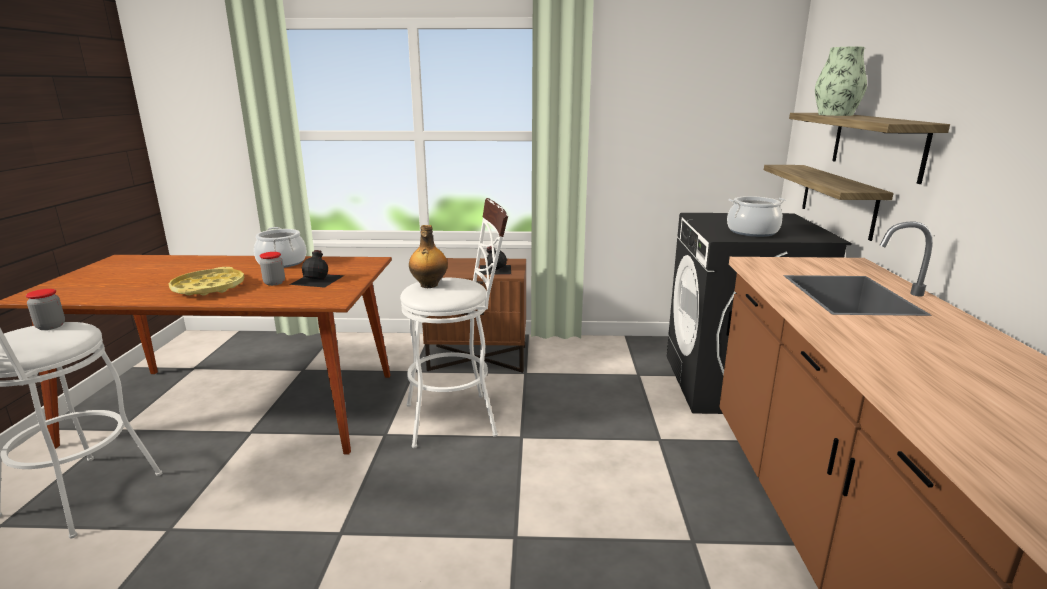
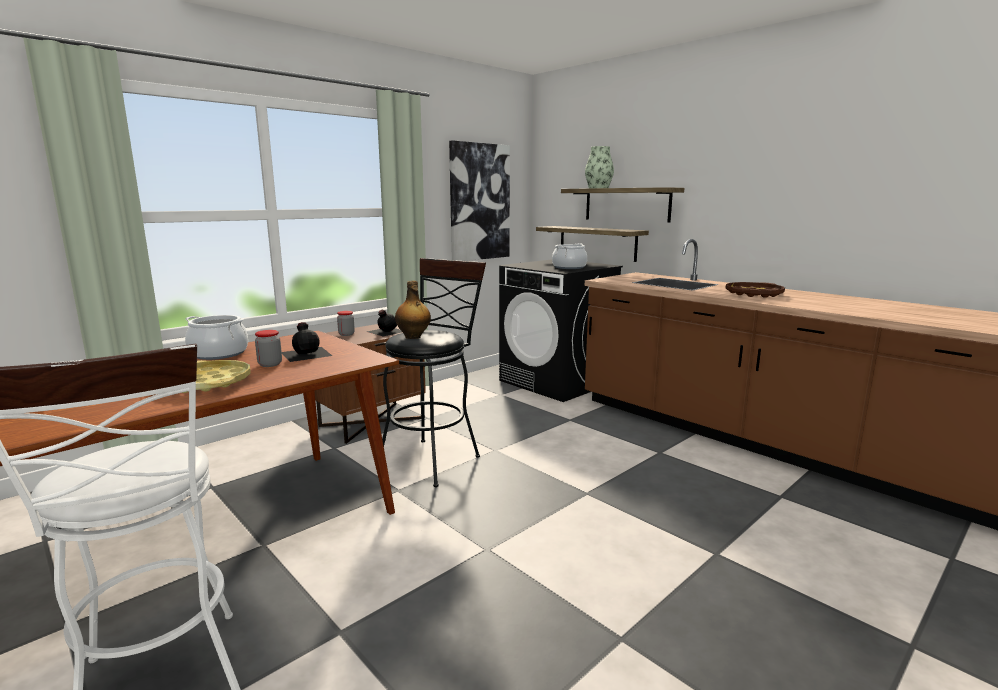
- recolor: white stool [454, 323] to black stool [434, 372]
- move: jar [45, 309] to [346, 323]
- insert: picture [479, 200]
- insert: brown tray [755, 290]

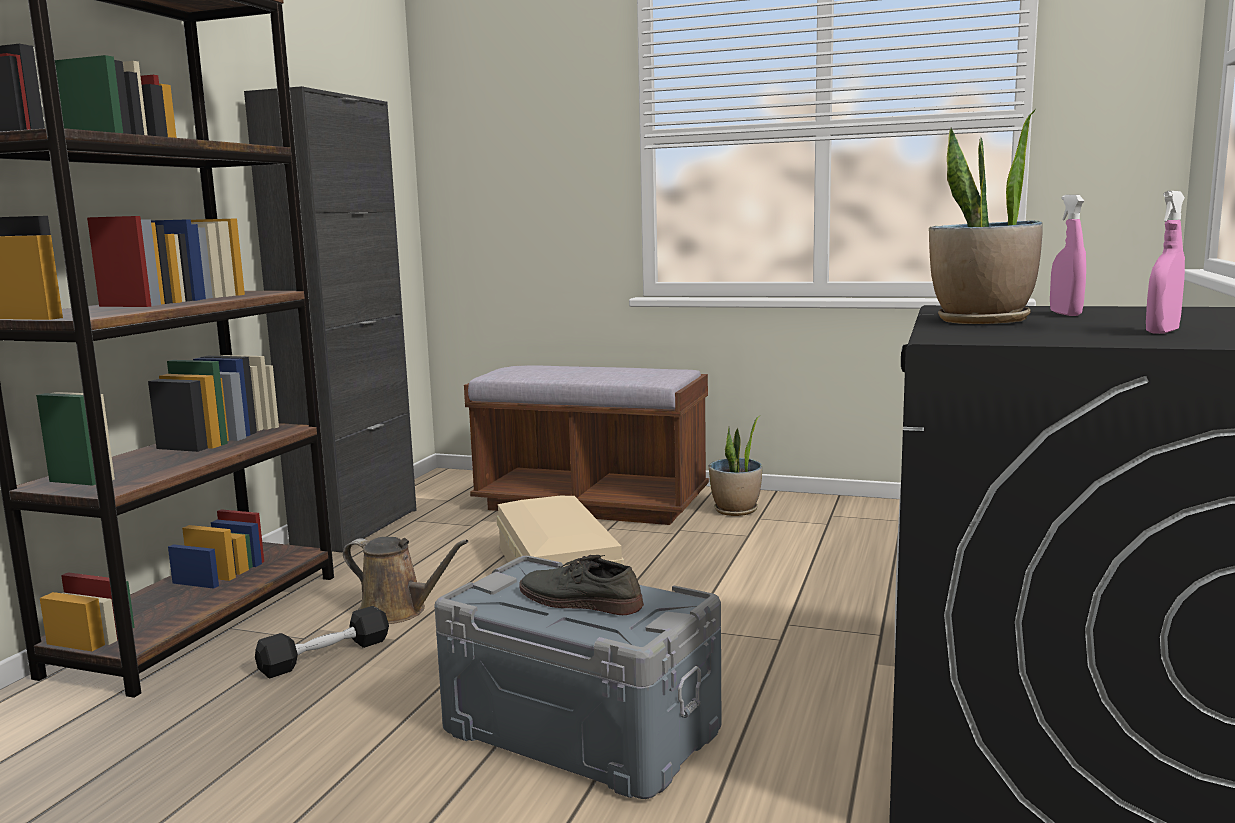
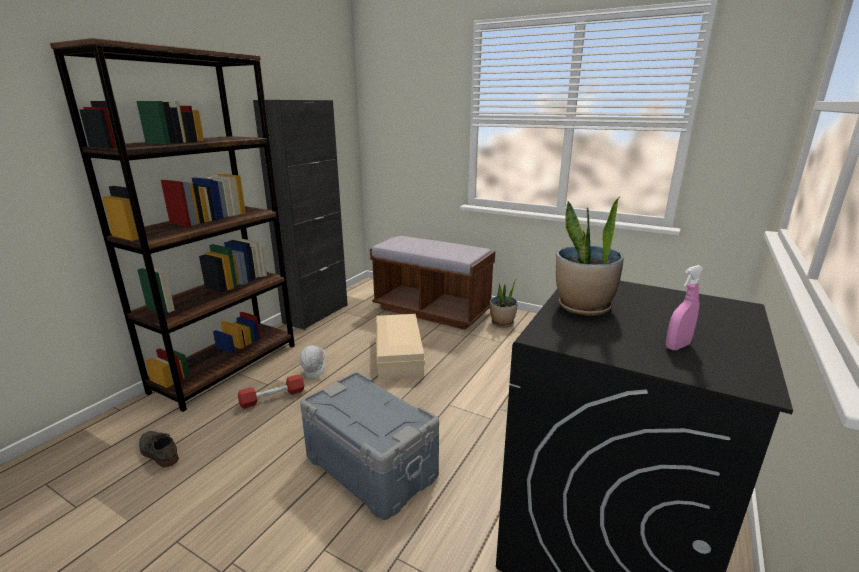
- delete: pink spray bottle [1068, 255]
- replace: brown watering can [406, 580] to white hard hat [313, 361]
- move: grey shoe [581, 585] to [159, 449]
- recolor: black dumbbell [322, 642] to red dumbbell [271, 391]

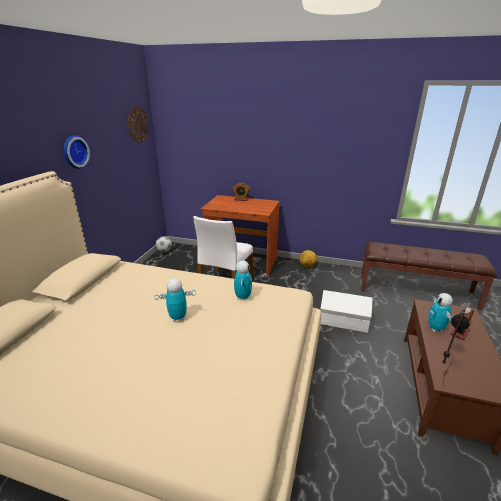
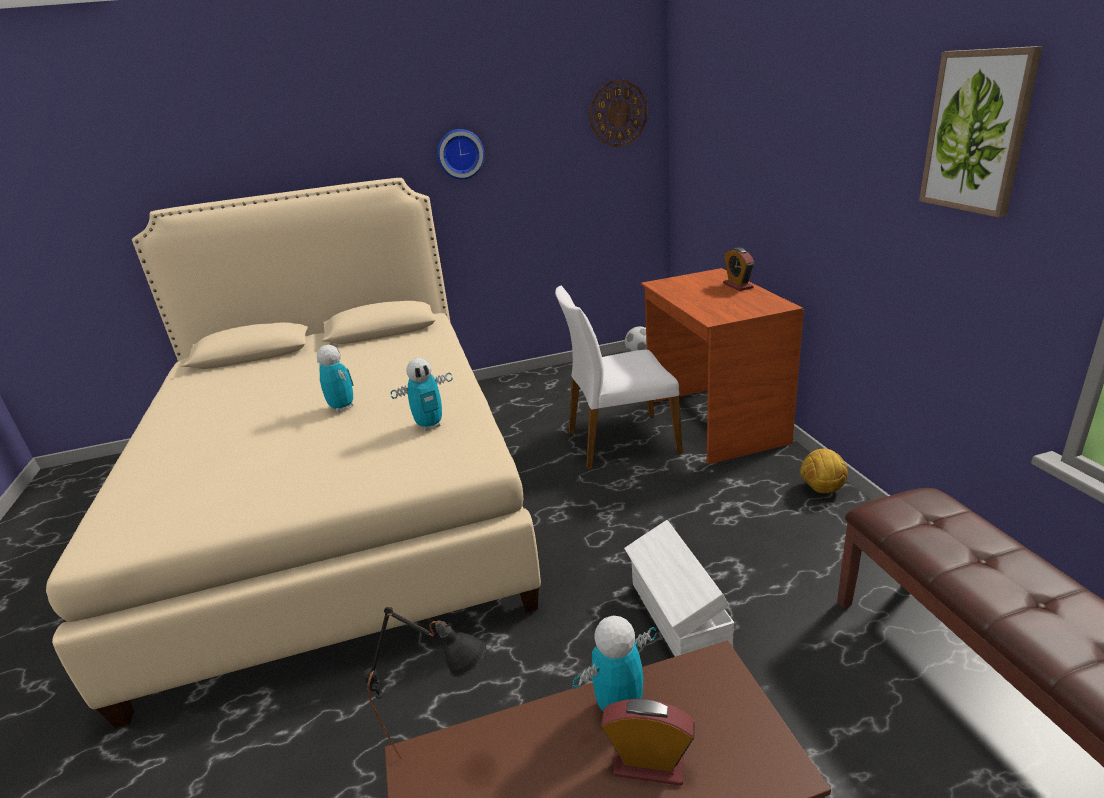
- insert: picture [981, 131]

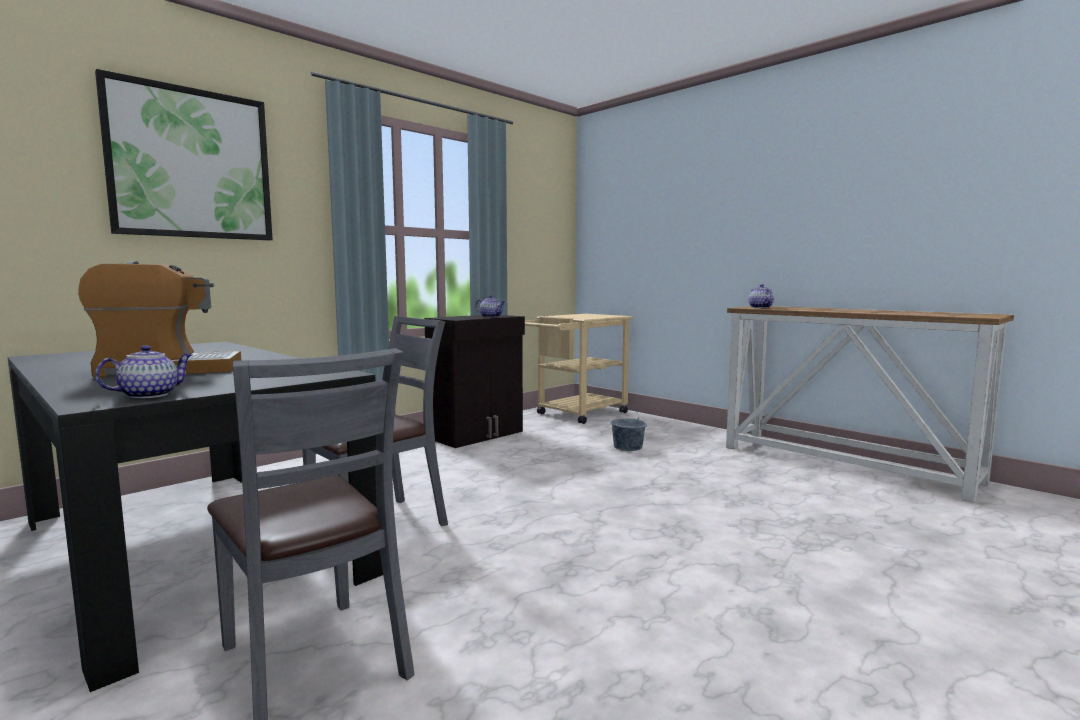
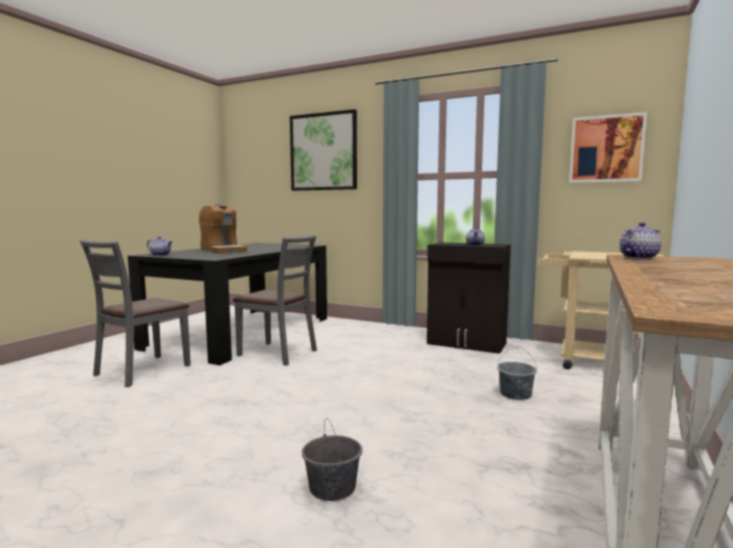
- insert: picture [608, 147]
- insert: grey bucket [332, 459]

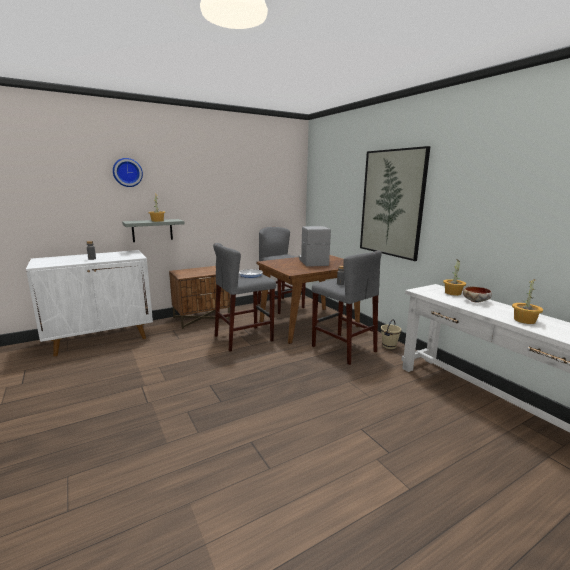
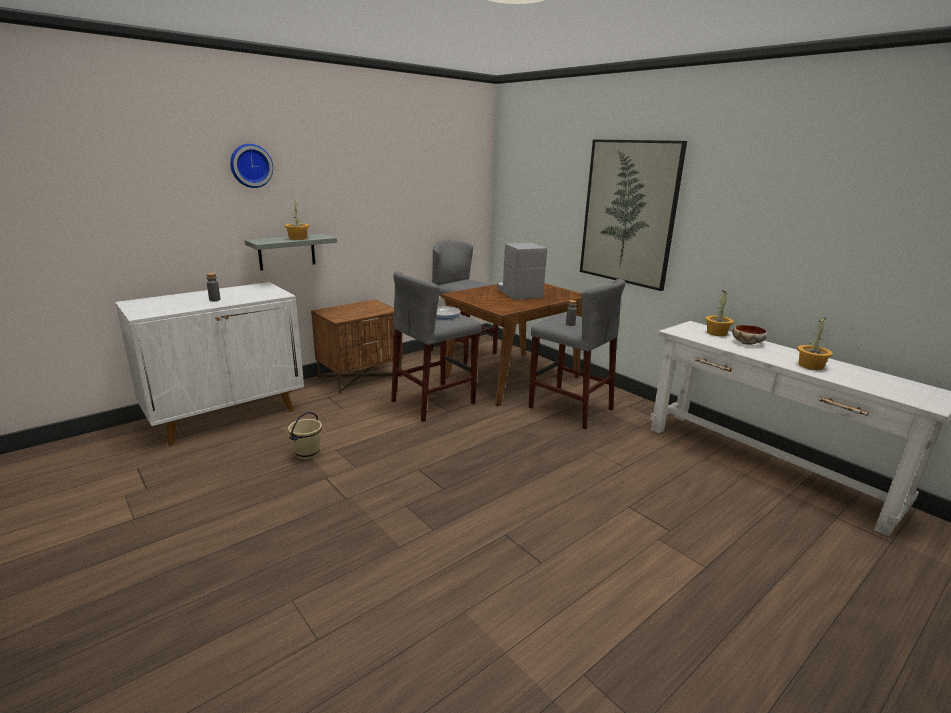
- move: beige bucket [391, 334] to [305, 436]

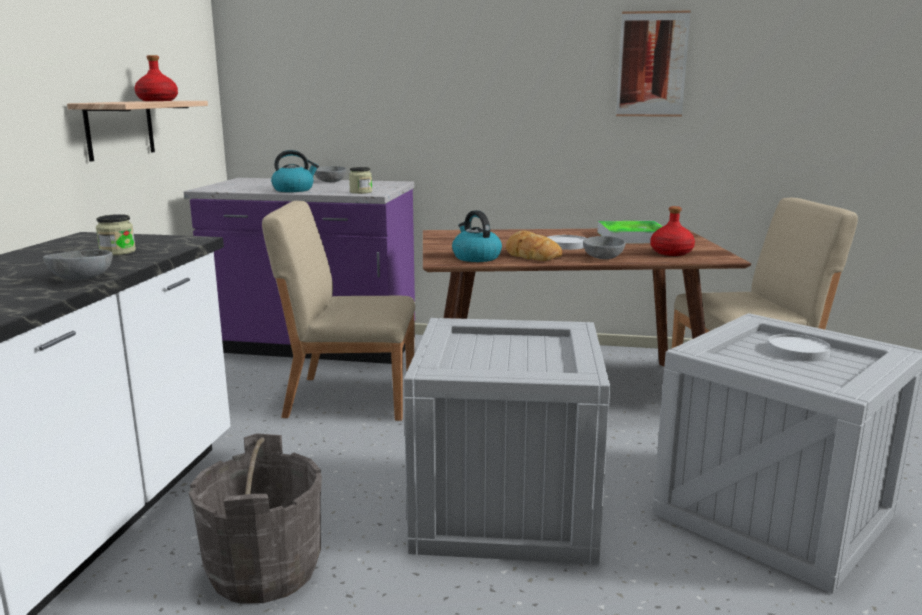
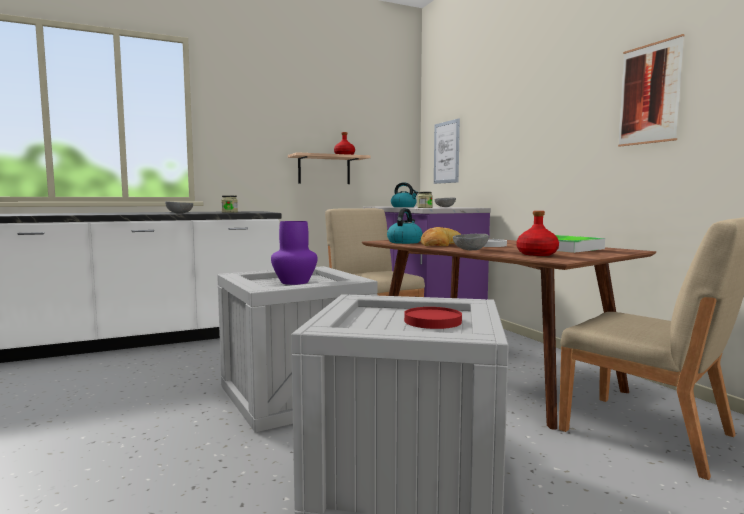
- recolor: white plate [799, 347] to red plate [433, 318]
- delete: grey bucket [255, 518]
- insert: picture [447, 151]
- insert: purple vase [294, 253]

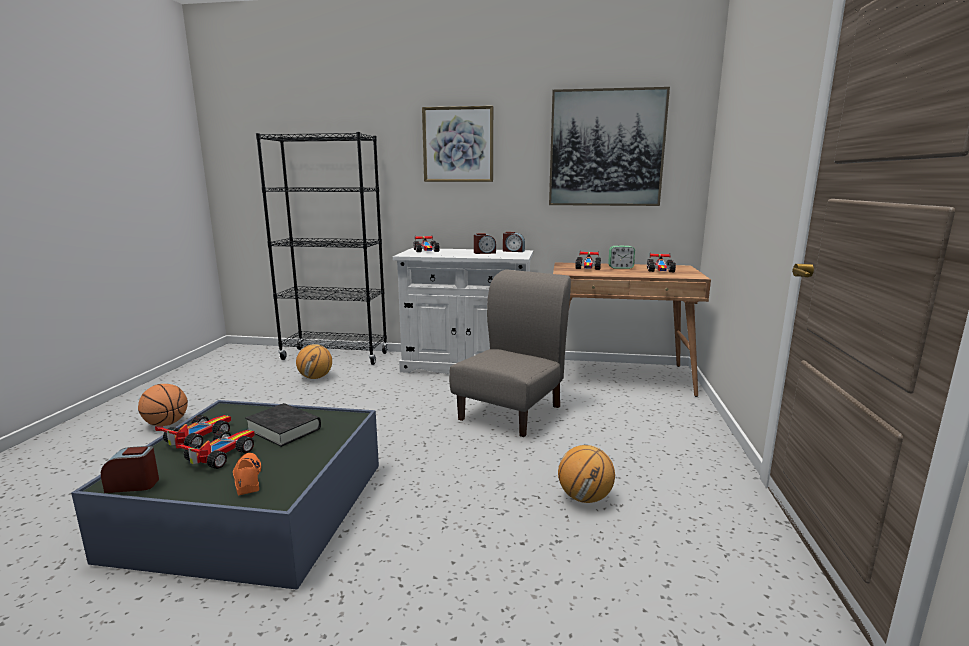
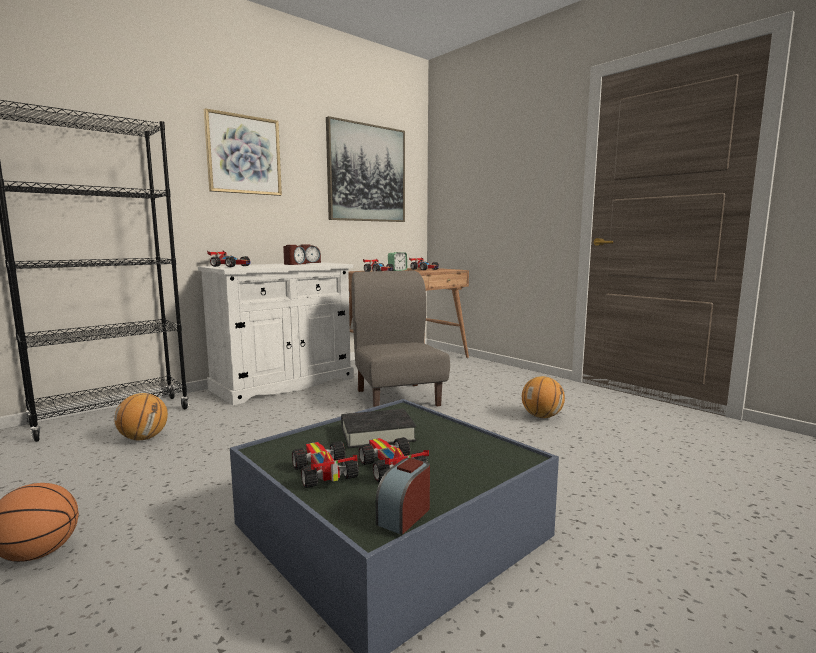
- delete: orange shoe [247, 474]

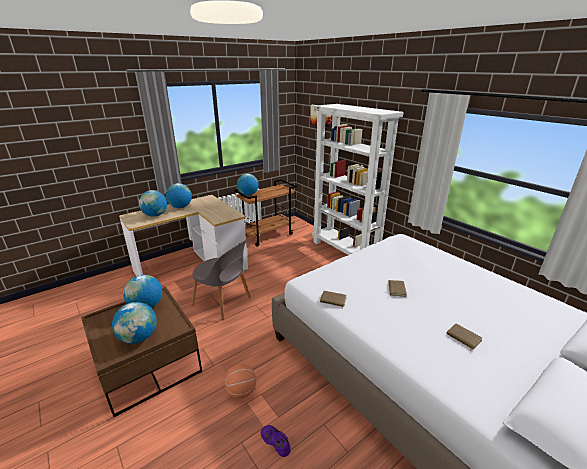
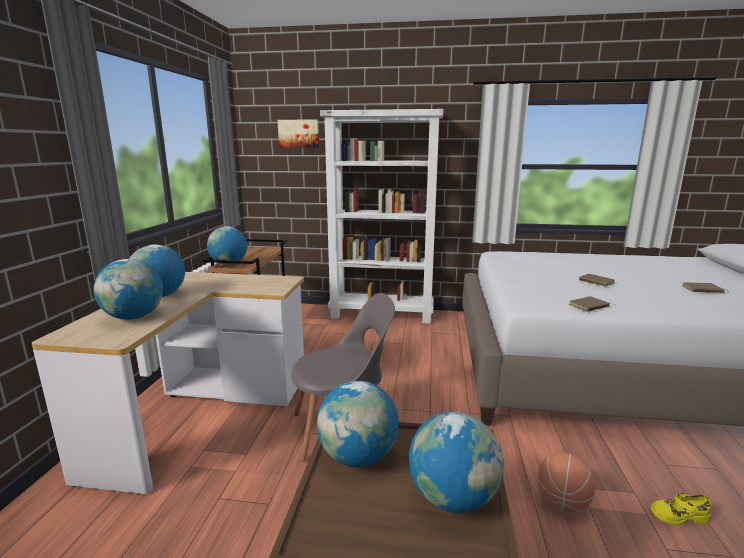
- recolor: purple shoe [276, 441] to yellow shoe [681, 509]

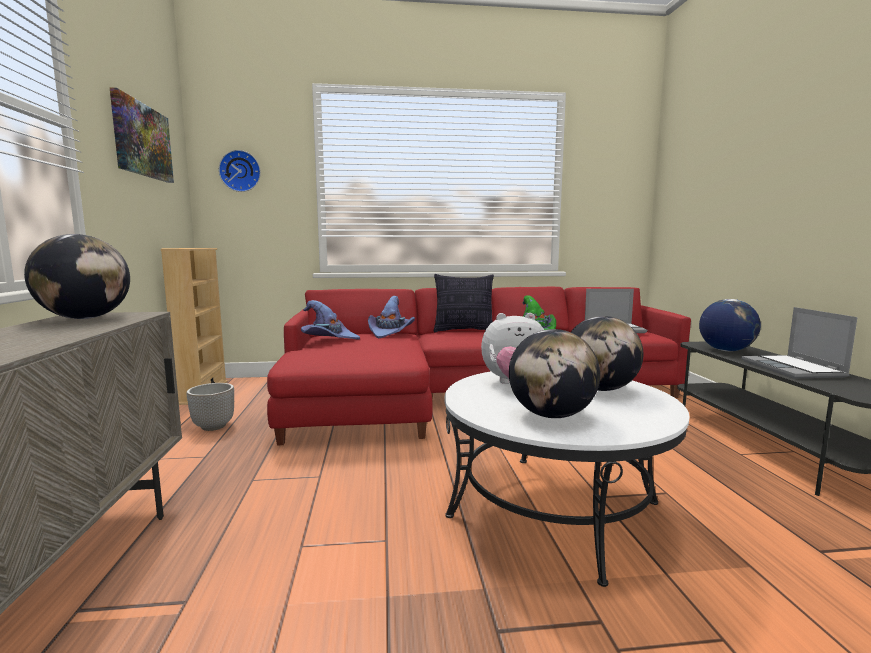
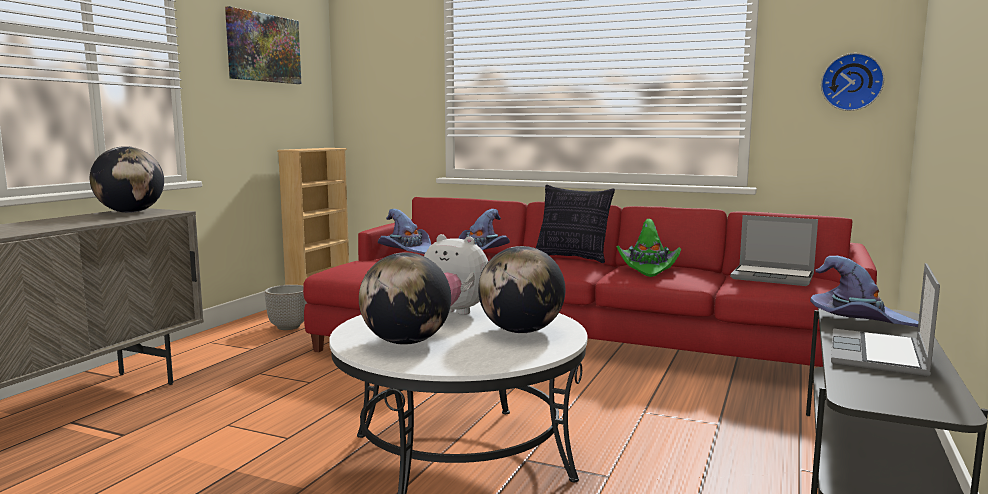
- move: wall clock [240, 171] to [852, 82]
- replace: globe [730, 325] to purple hat [864, 291]

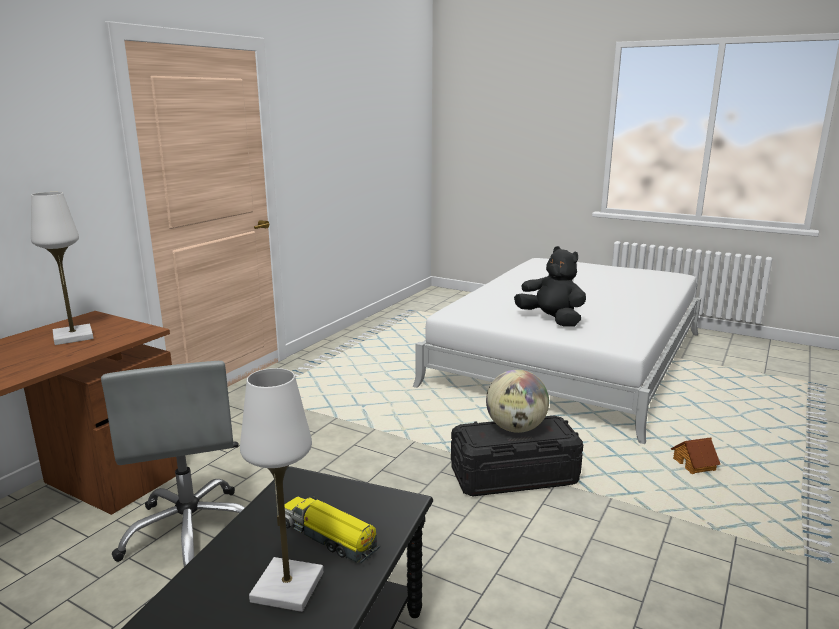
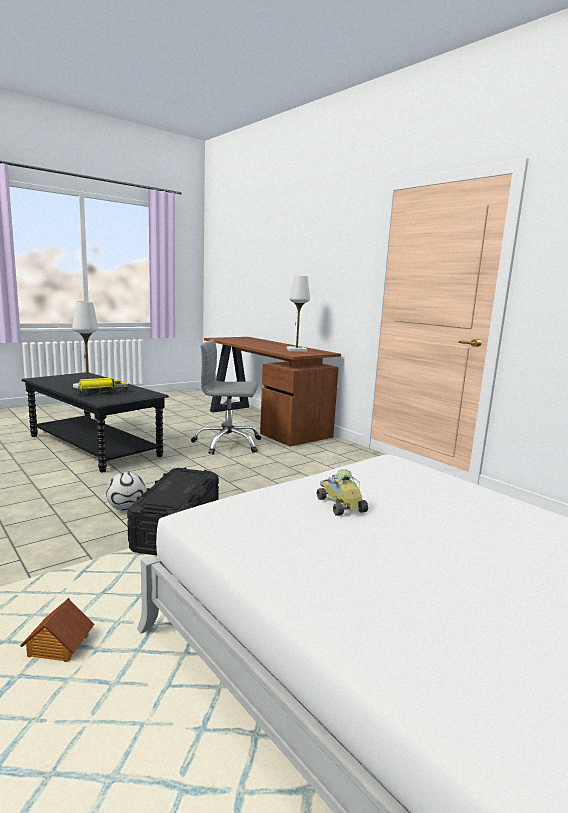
- replace: black plush toy [550, 286] to toy car [342, 492]
- delete: globe [517, 401]
- insert: football [126, 491]

